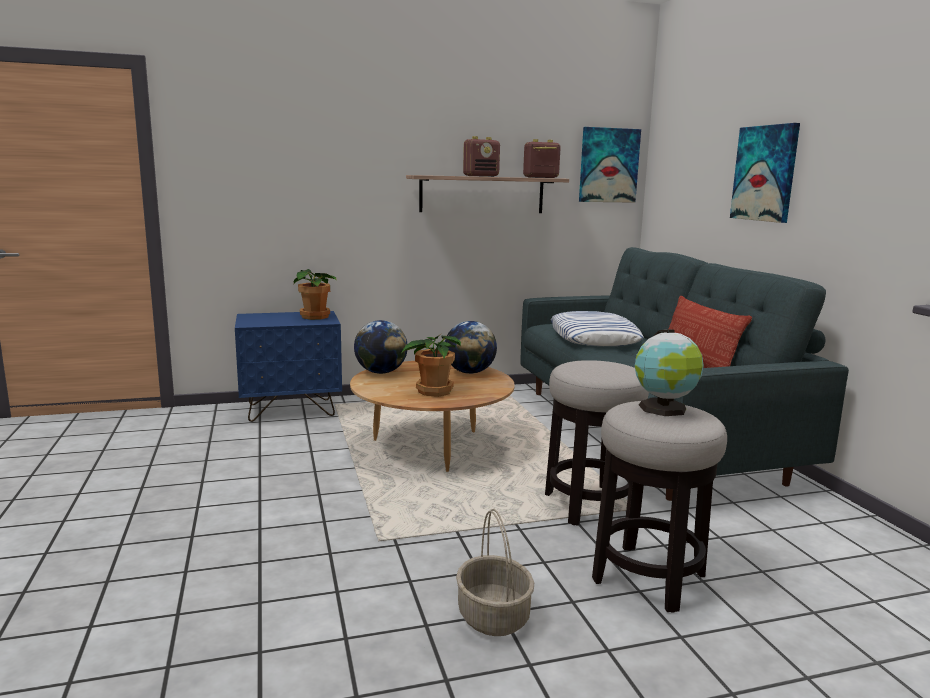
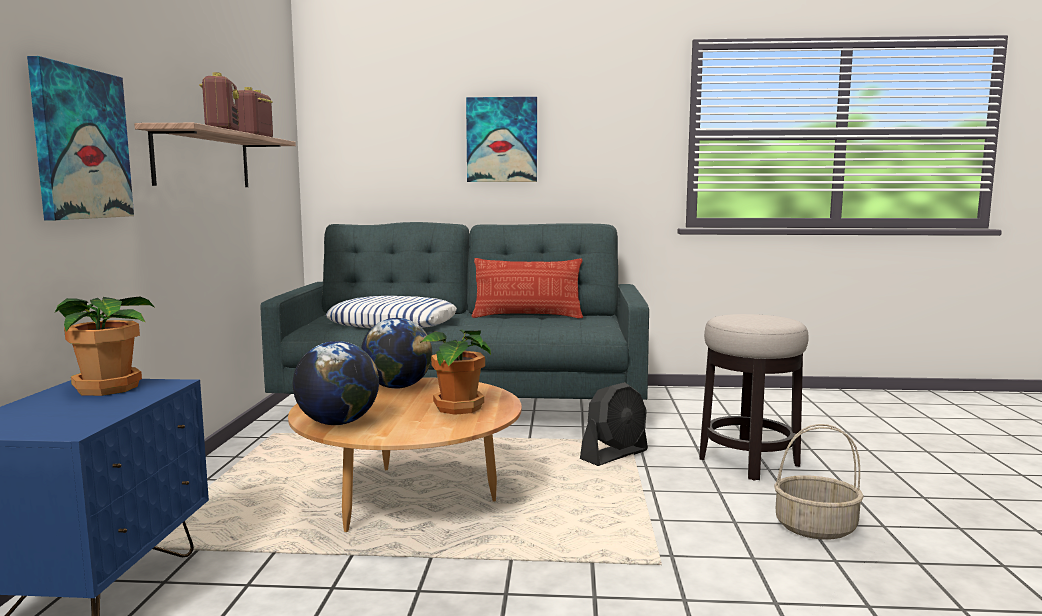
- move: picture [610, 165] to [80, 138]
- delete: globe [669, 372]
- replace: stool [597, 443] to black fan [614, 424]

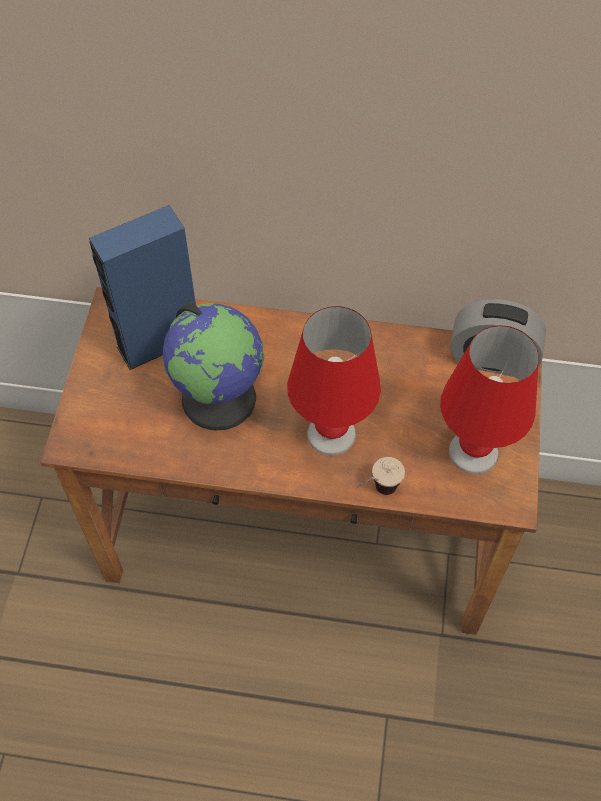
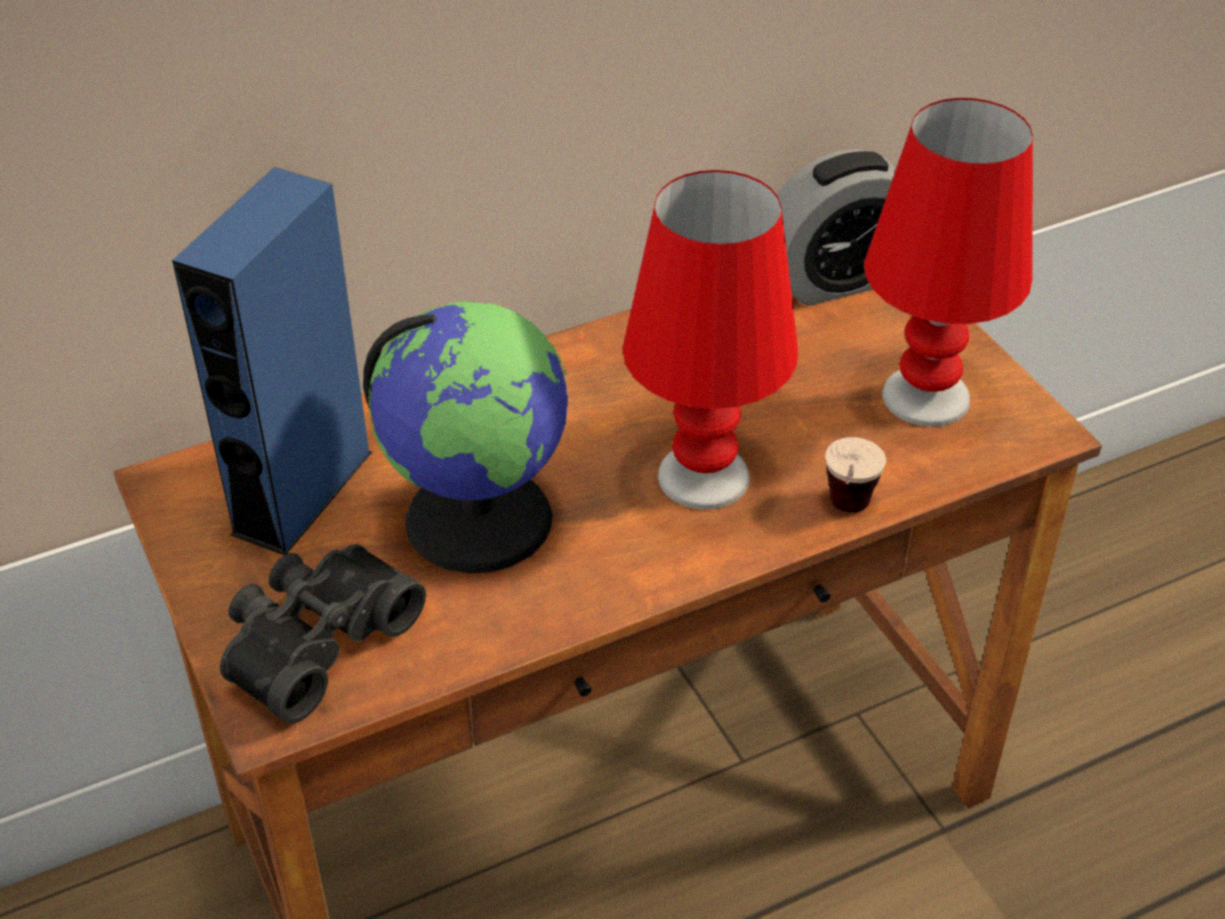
- insert: black binoculars [323, 634]

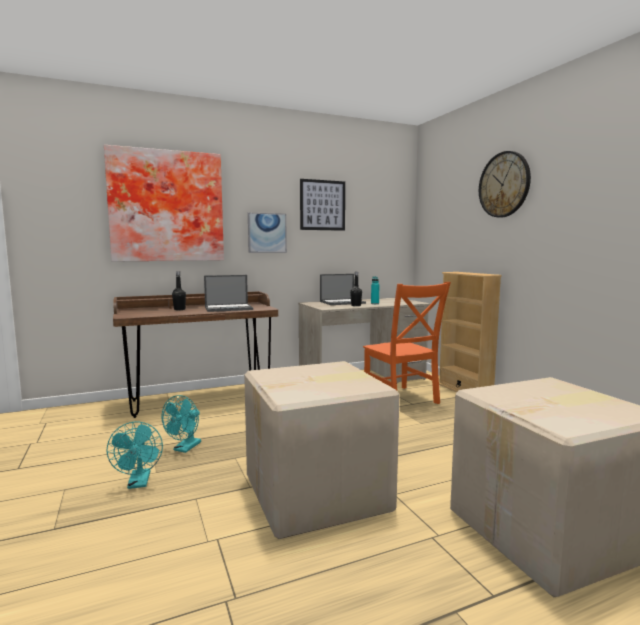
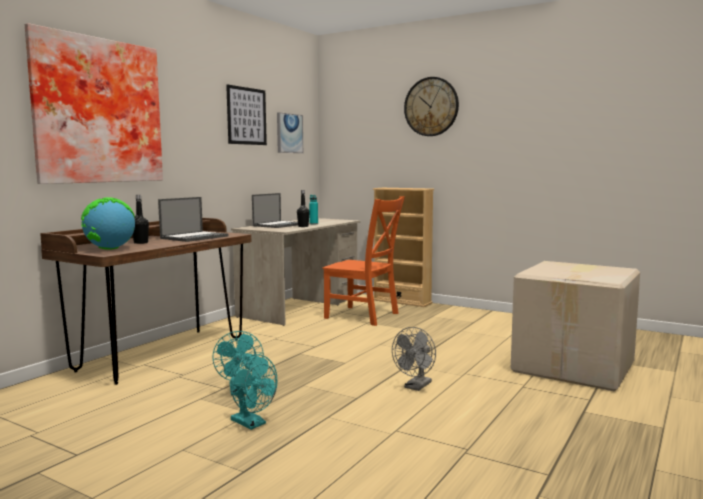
- move: picture [267, 233] to [290, 132]
- replace: cardboard box [322, 450] to grey fan [414, 359]
- insert: globe [108, 223]

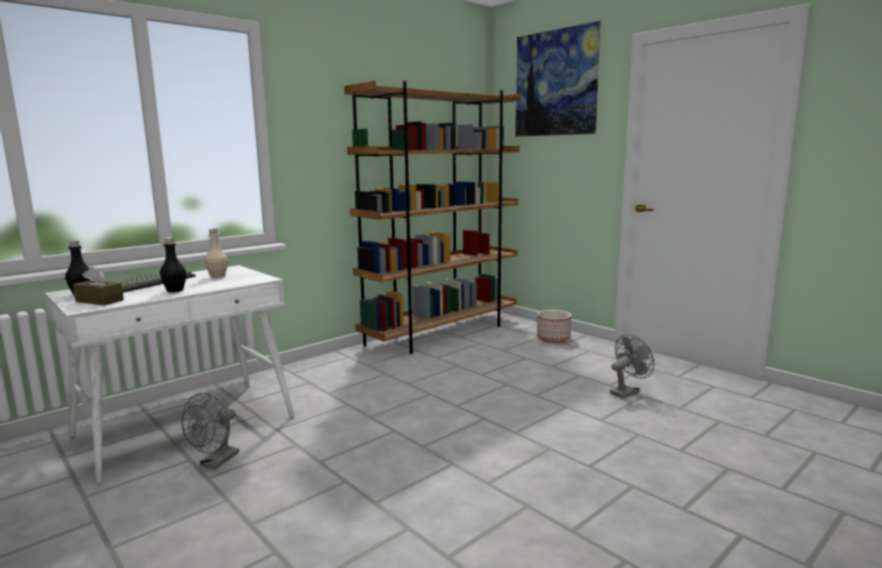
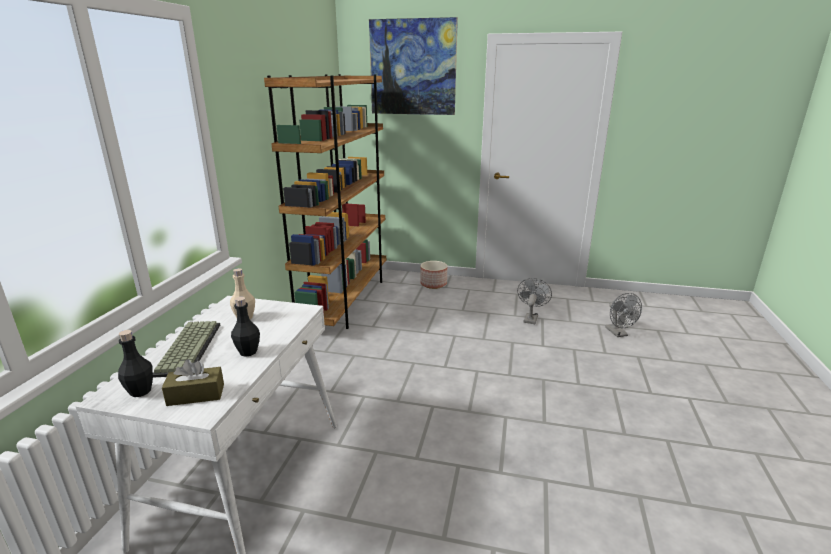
- move: grey fan [210, 431] to [623, 315]

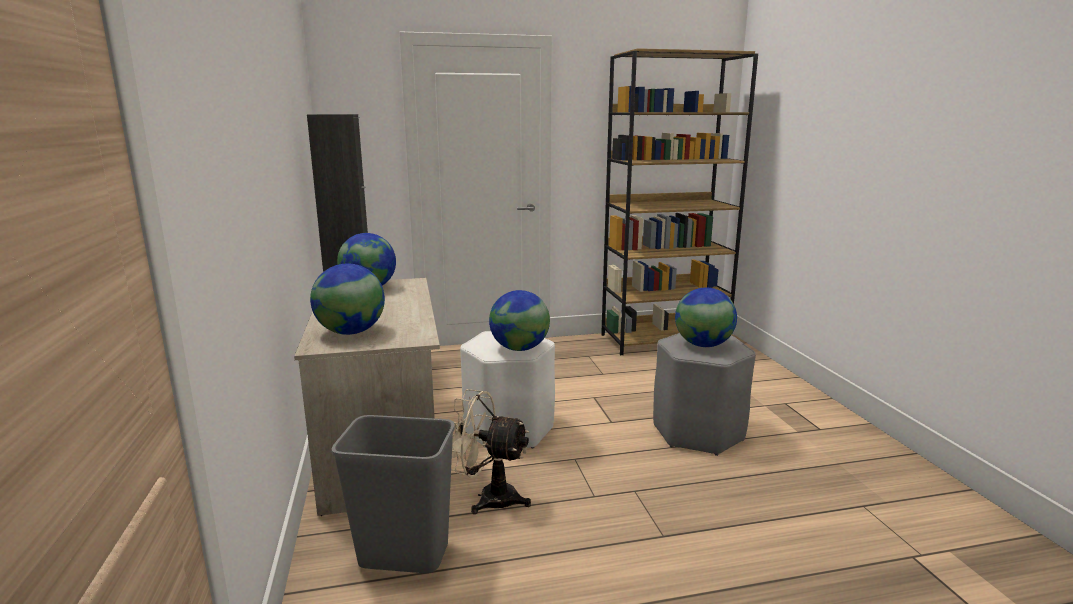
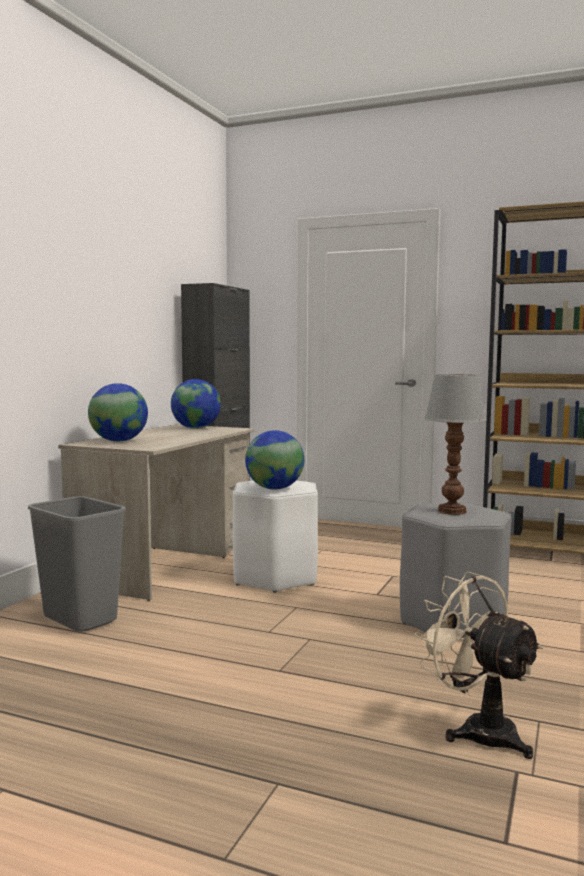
- replace: globe [706, 317] to table lamp [455, 444]
- move: beige fan [491, 451] to [478, 665]

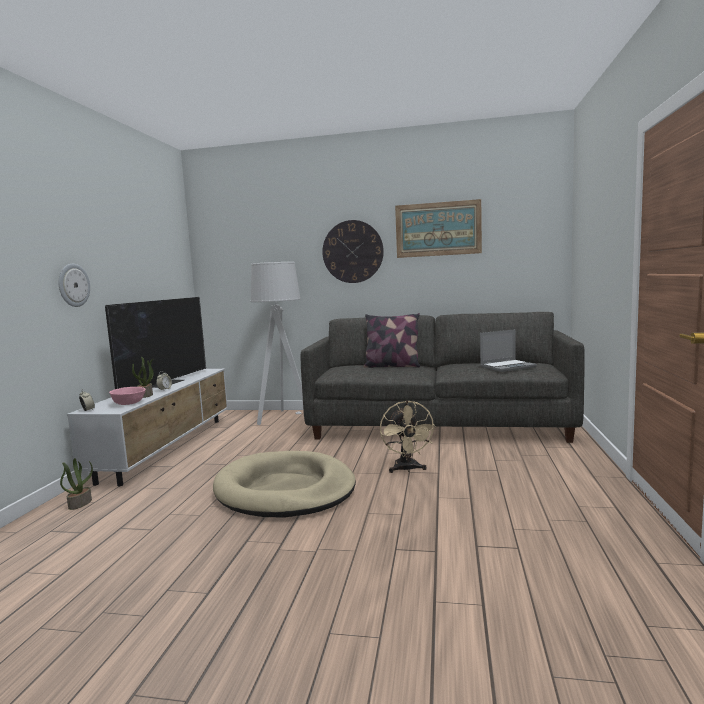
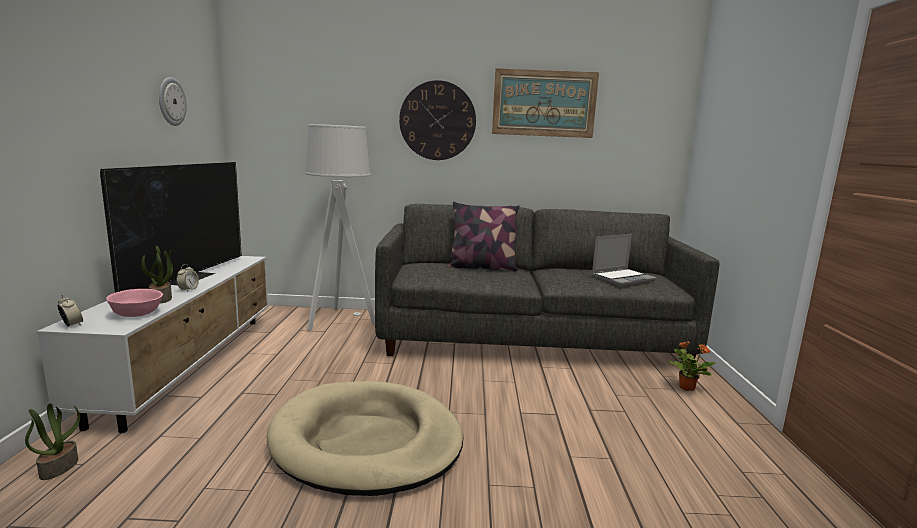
- move: wall clock [74, 285] to [173, 101]
- delete: beige fan [408, 436]
- insert: potted plant [691, 366]

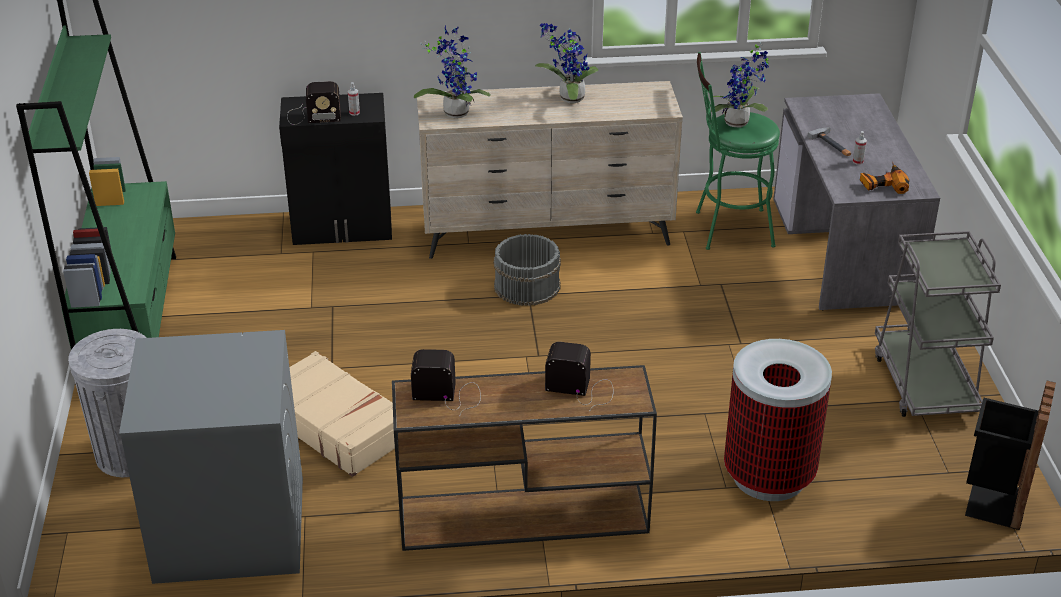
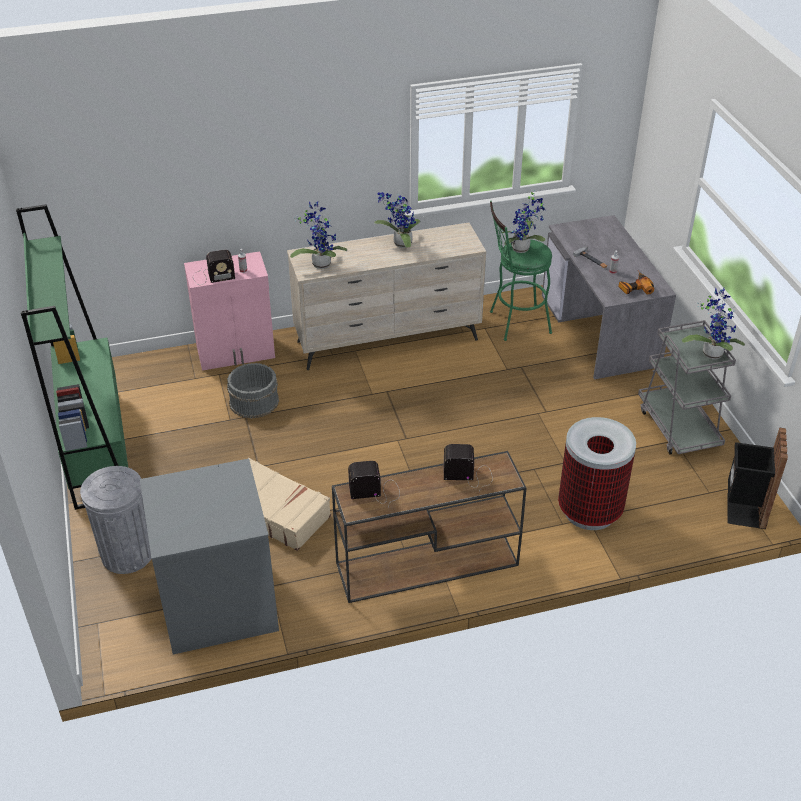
- recolor: black cabinet [335, 169] to pink cabinet [229, 311]
- move: grey bucket [527, 270] to [253, 390]
- insert: potted plant [713, 324]

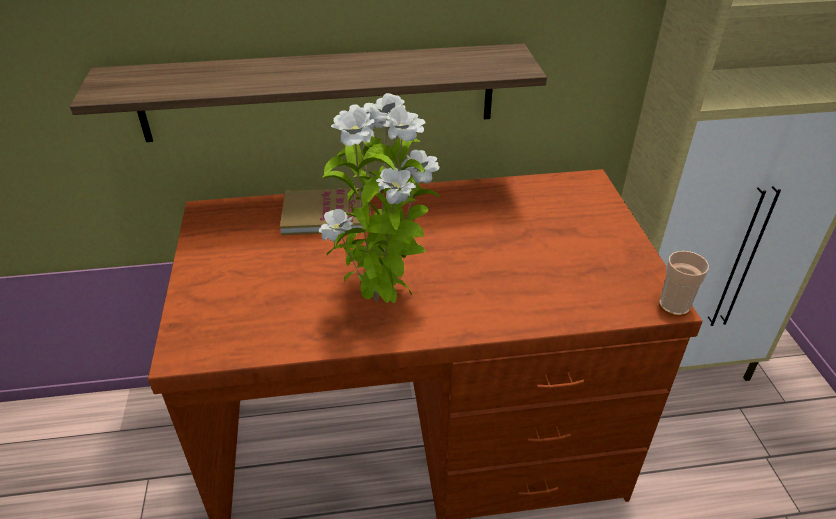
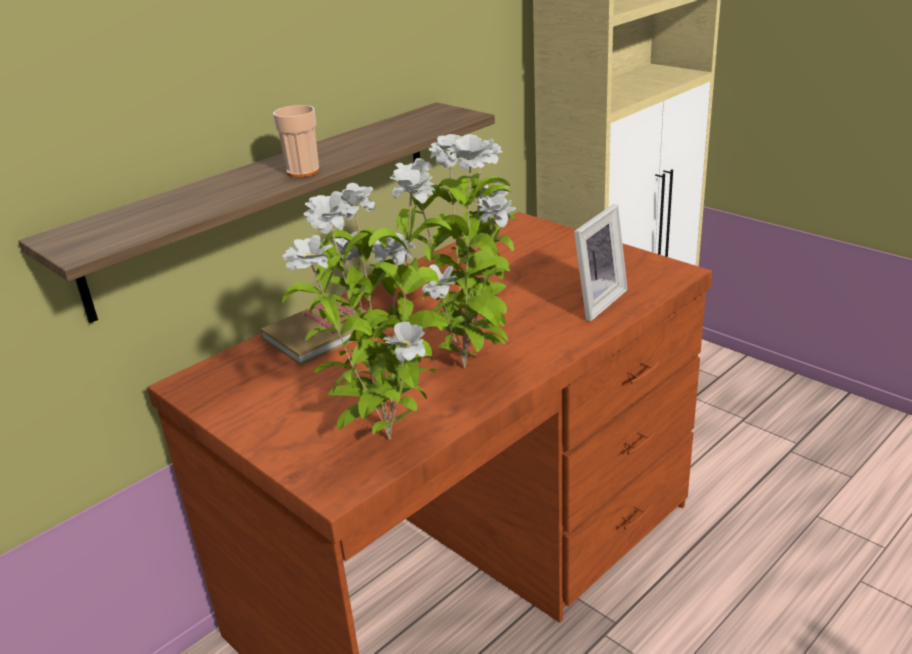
- move: cup [684, 283] to [296, 141]
- insert: potted plant [367, 304]
- insert: picture frame [601, 262]

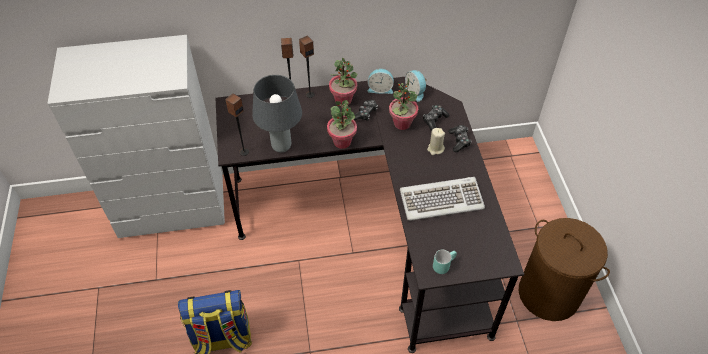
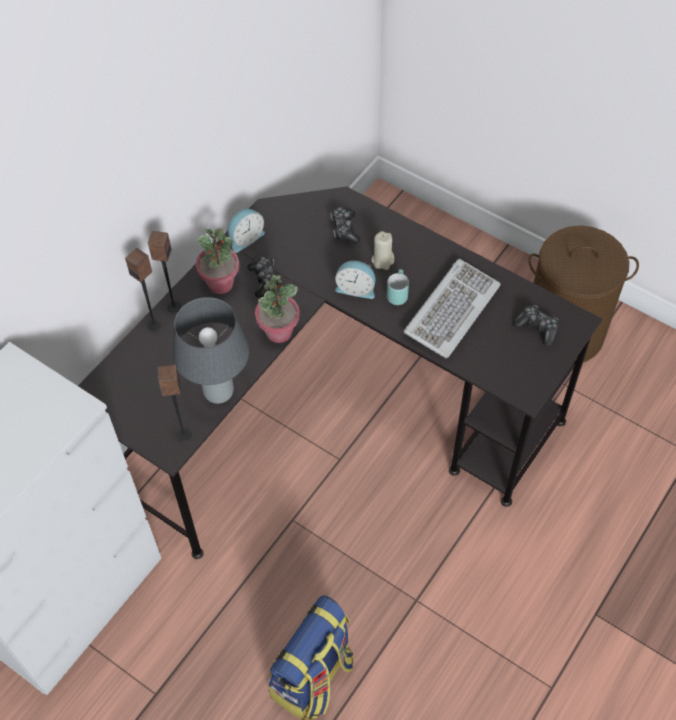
- move: alarm clock [416, 86] to [355, 280]
- delete: potted plant [403, 104]
- move: game controller [460, 138] to [536, 325]
- move: turquoise mug [445, 262] to [398, 287]

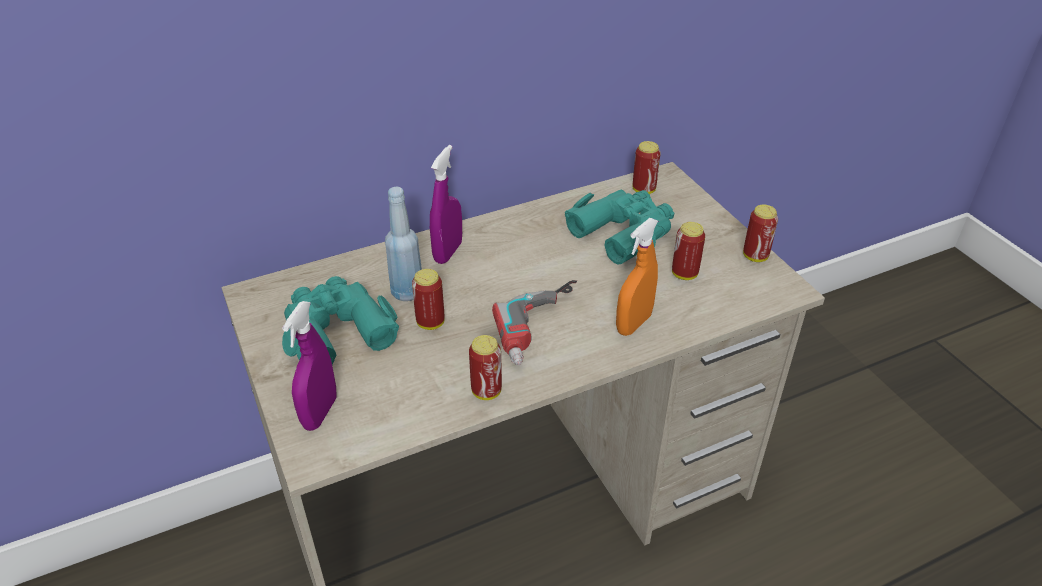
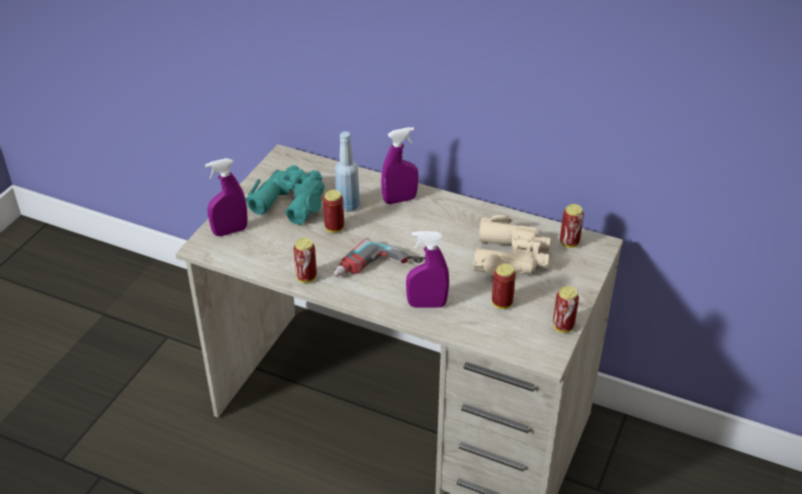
- recolor: turquoise binoculars [619, 227] to beige binoculars [511, 245]
- recolor: orange spray bottle [637, 277] to purple spray bottle [427, 269]

